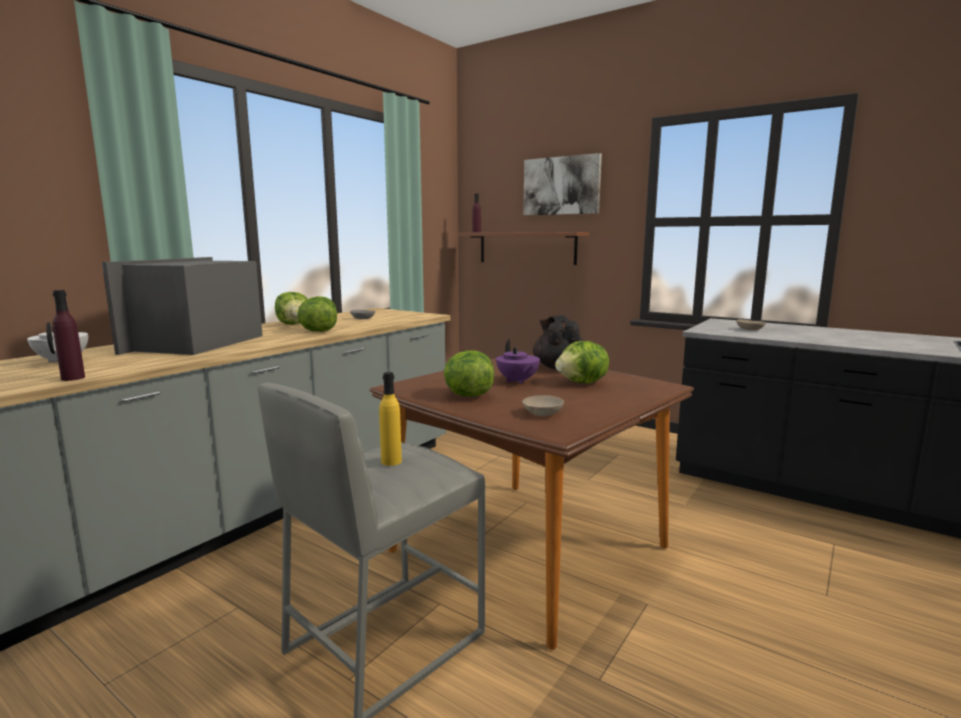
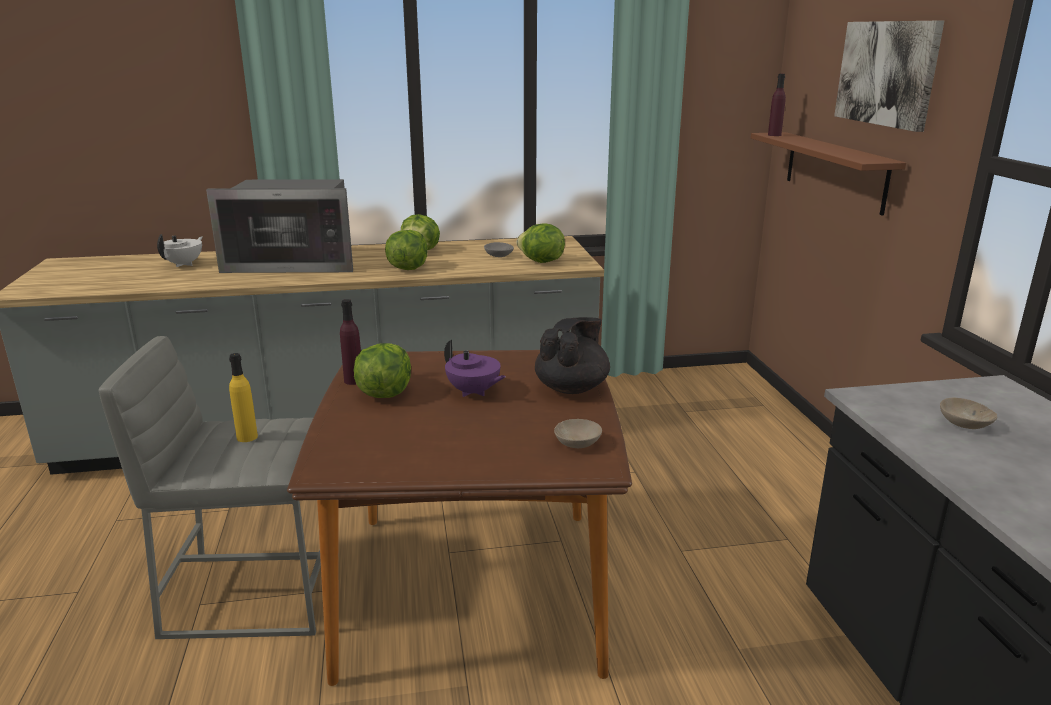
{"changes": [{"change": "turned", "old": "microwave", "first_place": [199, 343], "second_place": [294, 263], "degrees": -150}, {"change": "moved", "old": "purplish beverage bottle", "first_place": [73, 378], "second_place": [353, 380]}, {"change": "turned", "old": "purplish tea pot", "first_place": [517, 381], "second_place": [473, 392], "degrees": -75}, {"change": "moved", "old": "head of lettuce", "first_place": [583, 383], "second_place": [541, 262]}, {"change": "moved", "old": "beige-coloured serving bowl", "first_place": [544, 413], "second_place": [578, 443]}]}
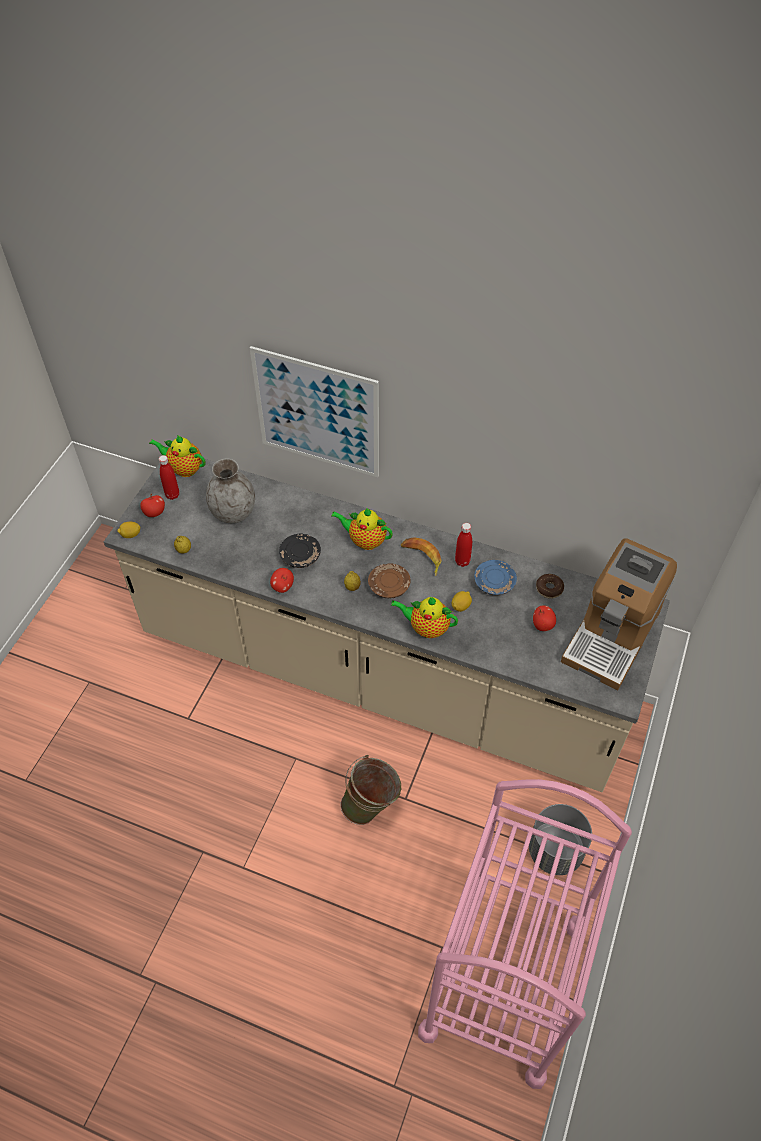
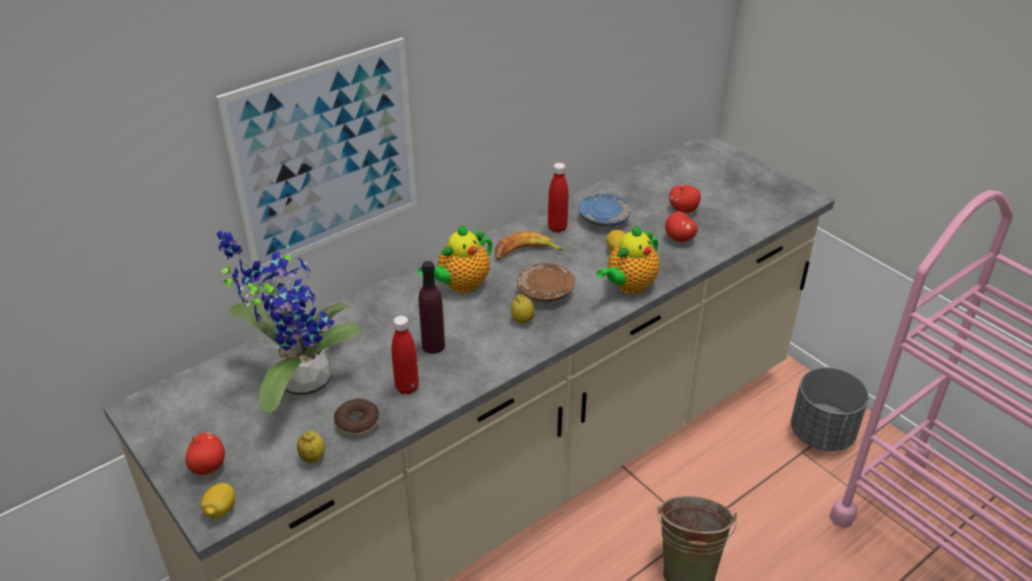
{"changes": [{"change": "replaced", "old": "gray vase", "new": "houseplant", "first_place": [233, 512], "second_place": [298, 381]}, {"change": "moved", "old": "donut", "first_place": [549, 589], "second_place": [357, 422]}, {"change": "moved", "old": "red beverage bottle", "first_place": [172, 495], "second_place": [407, 387]}, {"change": "replaced", "old": "black-coloured plate", "new": "purplish beverage bottle", "first_place": [300, 555], "second_place": [433, 346]}, {"change": "moved", "old": "whole apple", "first_place": [282, 586], "second_place": [679, 239]}, {"change": "removed", "old": "tea pot", "first_place": [183, 468]}, {"change": "removed", "old": "coffee brewer", "first_place": [612, 635]}]}
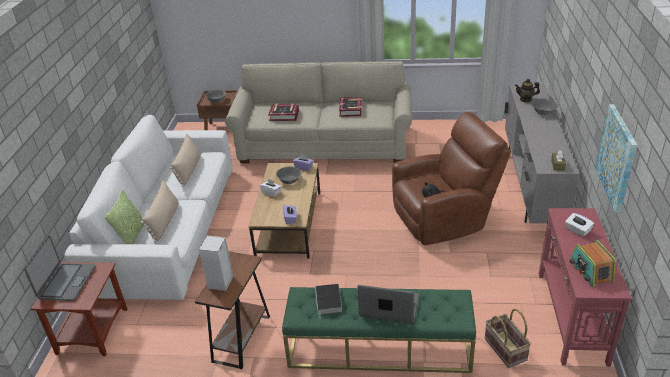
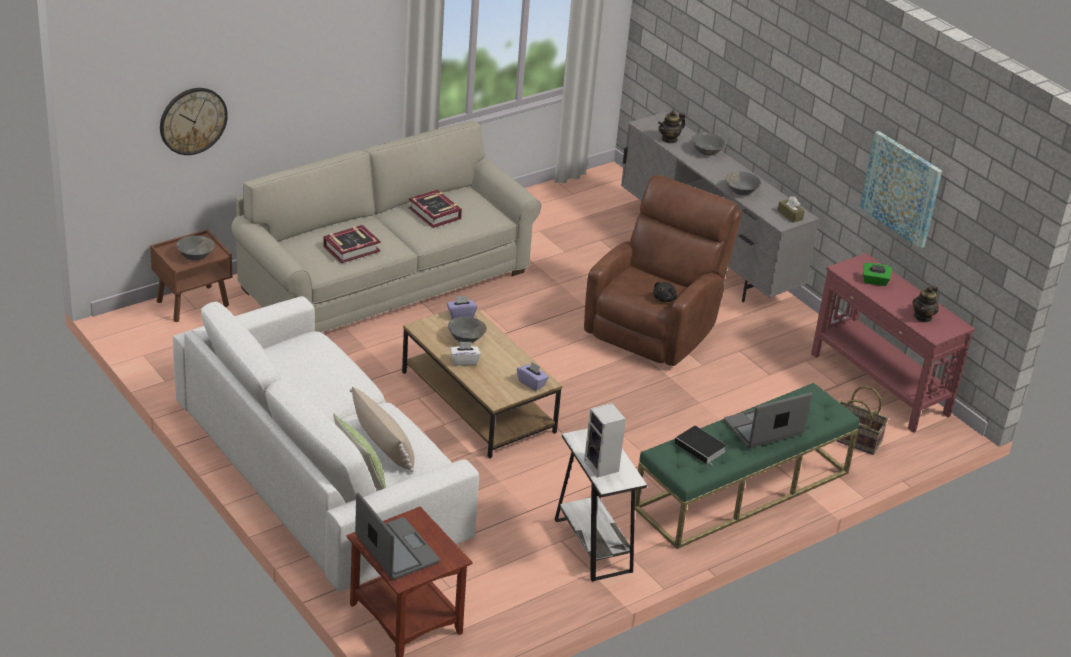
{"changes": [{"change": "added", "new": "hanging clock", "second_place": [193, 120]}, {"change": "recoloured", "old": "brown-coloured side table", "new": "white-coloured side table", "first_place": [241, 338], "second_place": [593, 545]}, {"change": "added", "new": "gray serving bowl", "second_place": [741, 191]}, {"change": "recoloured", "old": "white-coloured box of tissues", "new": "green box of tissues", "first_place": [577, 230], "second_place": [875, 281]}, {"change": "replaced", "old": "radio set", "new": "tea pot", "first_place": [590, 271], "second_place": [923, 317]}, {"change": "removed", "old": "beige-coloured cushion", "first_place": [189, 170]}]}
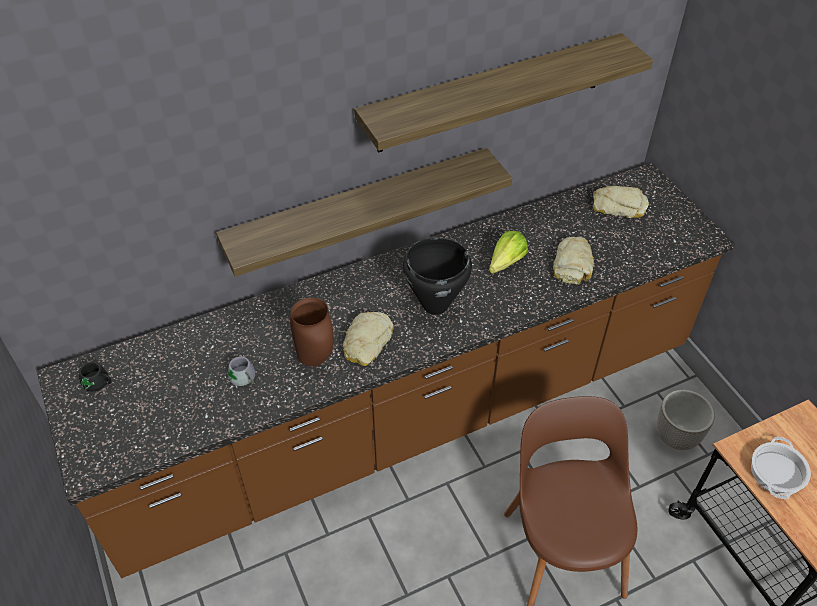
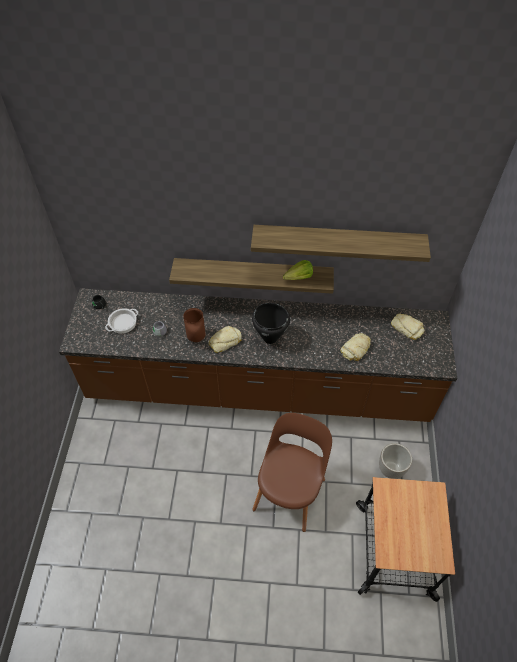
{"changes": [{"change": "moved", "old": "saucepot", "first_place": [776, 472], "second_place": [123, 323]}, {"change": "moved", "old": "head of lettuce", "first_place": [502, 265], "second_place": [296, 278]}]}
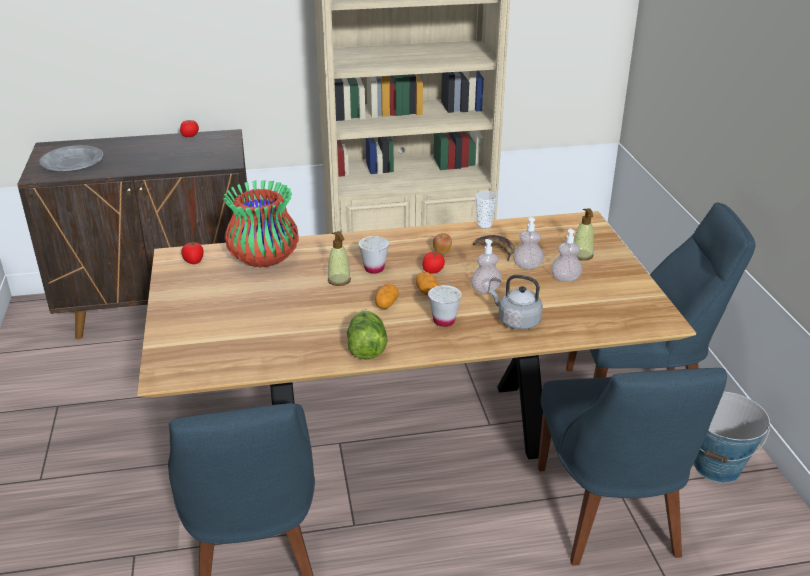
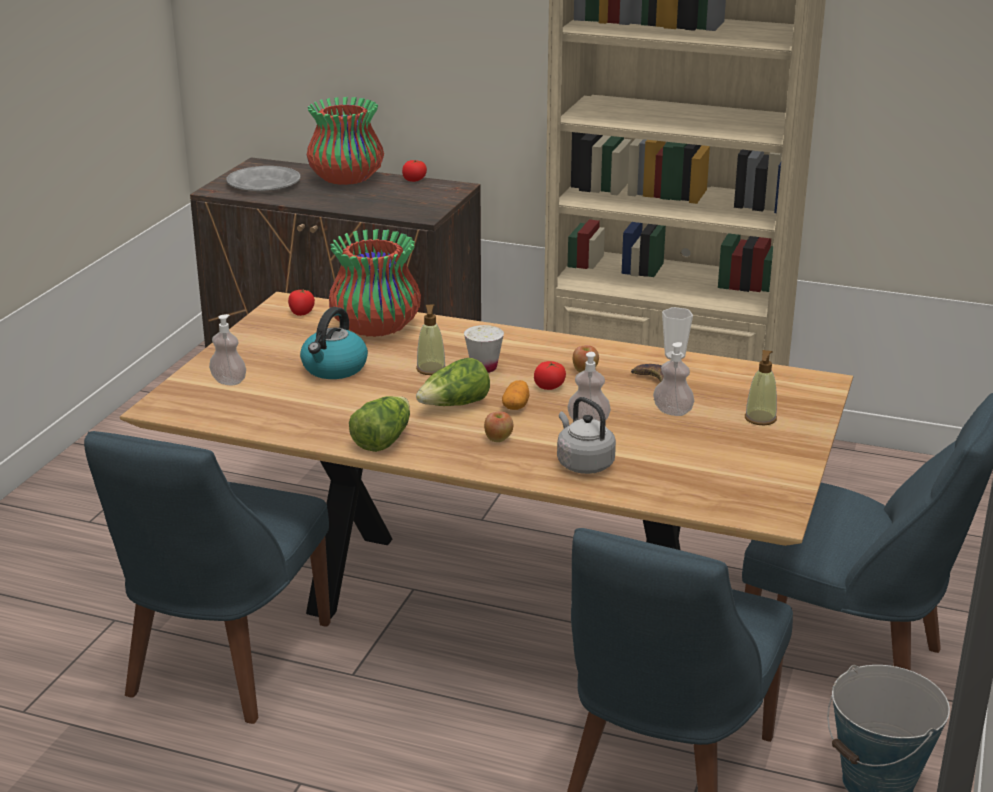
{"changes": [{"change": "moved", "old": "soap dispenser", "first_place": [565, 278], "second_place": [229, 381]}, {"change": "added", "new": "water kettle", "second_place": [334, 368]}, {"change": "added", "new": "vase", "second_place": [346, 179]}, {"change": "replaced", "old": "whole potato", "new": "head of lettuce", "first_place": [386, 304], "second_place": [455, 405]}, {"change": "replaced", "old": "white-coloured cup", "new": "whole apple", "first_place": [444, 321], "second_place": [498, 439]}]}
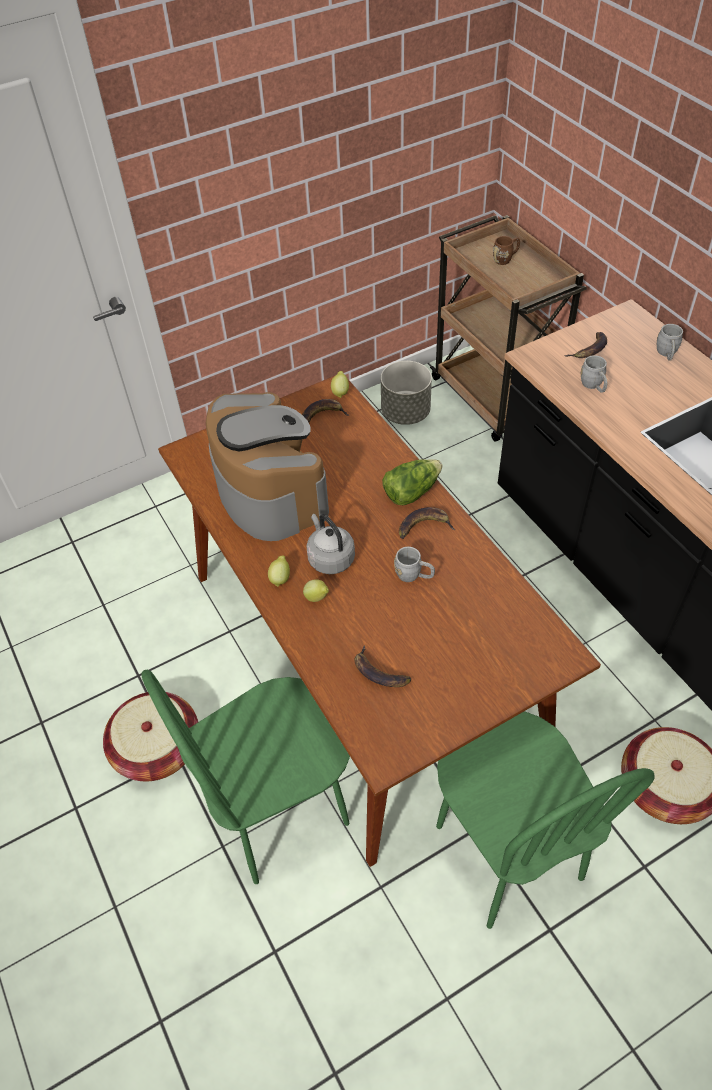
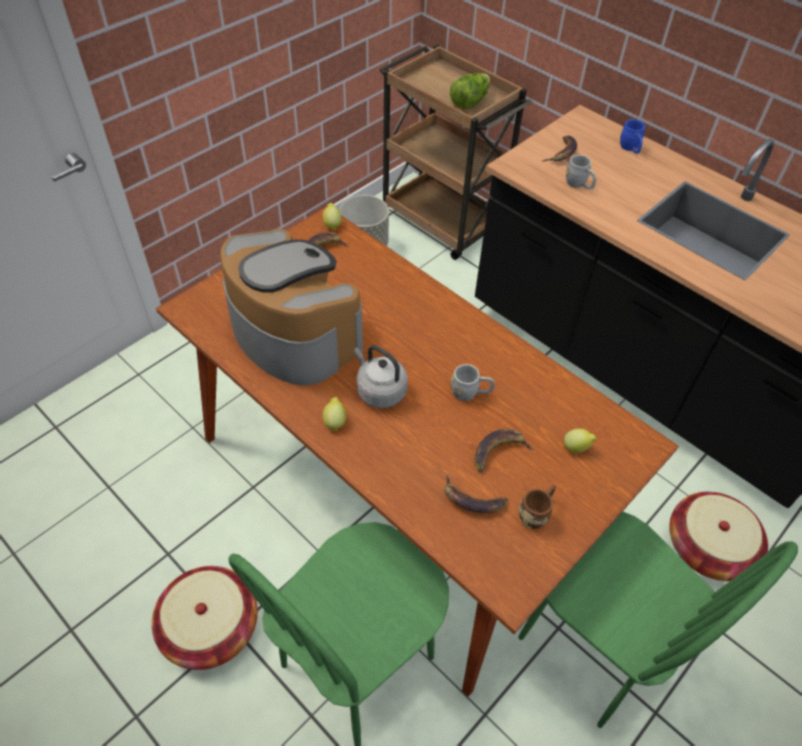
{"changes": [{"change": "moved", "old": "head of lettuce", "first_place": [411, 491], "second_place": [469, 101]}, {"change": "moved", "old": "banana", "first_place": [424, 526], "second_place": [498, 451]}, {"change": "moved", "old": "brown-coloured mug", "first_place": [506, 259], "second_place": [536, 513]}, {"change": "moved", "old": "citrus fruit", "first_place": [317, 598], "second_place": [576, 448]}, {"change": "recoloured", "old": "gray mug", "new": "blue-coloured mug", "first_place": [666, 354], "second_place": [630, 149]}]}
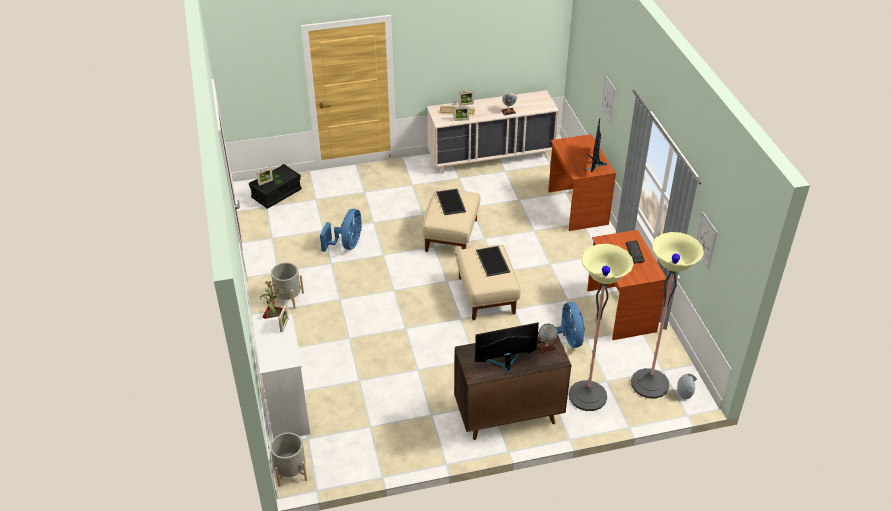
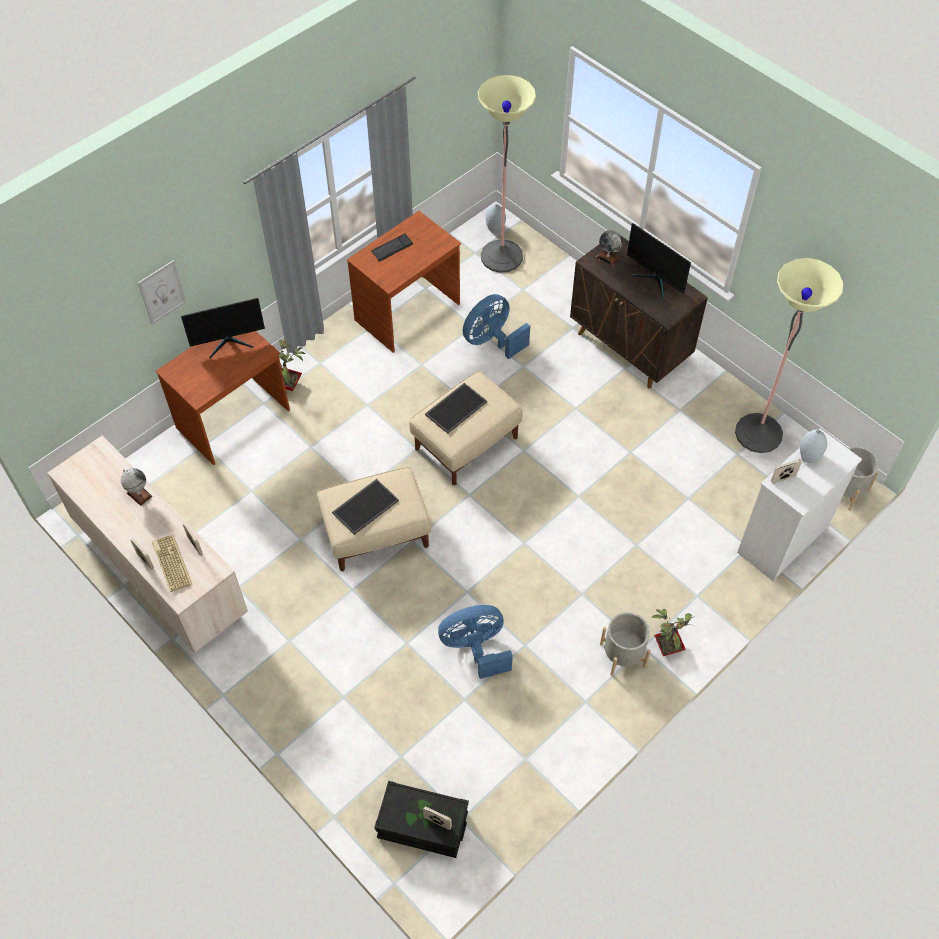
{"changes": [{"change": "added", "new": "houseplant", "second_place": [290, 385]}, {"change": "moved", "old": "standard lamp", "first_place": [587, 396], "second_place": [758, 433]}, {"change": "added", "new": "gray vase", "second_place": [808, 456]}, {"change": "removed", "old": "wall picture", "first_place": [706, 240]}]}
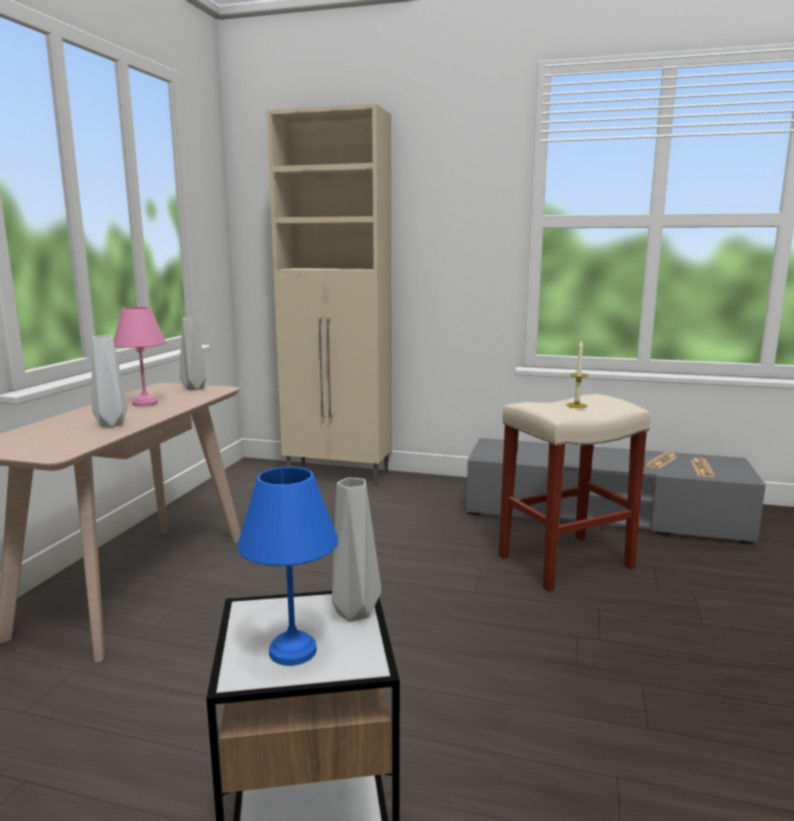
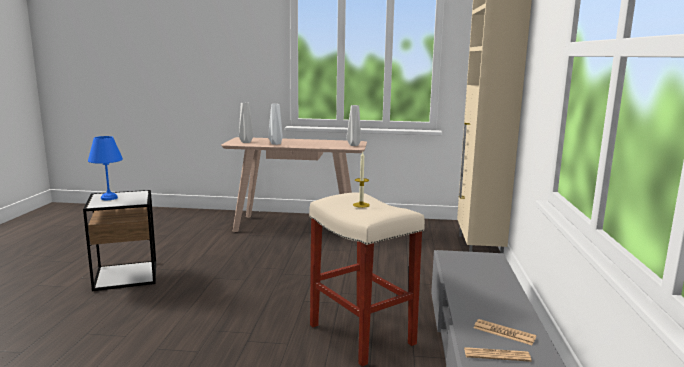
{"changes": [{"change": "moved", "old": "gray vase", "first_place": [352, 614], "second_place": [245, 142]}, {"change": "removed", "old": "pink-coloured tabletop lamp", "first_place": [144, 404]}]}
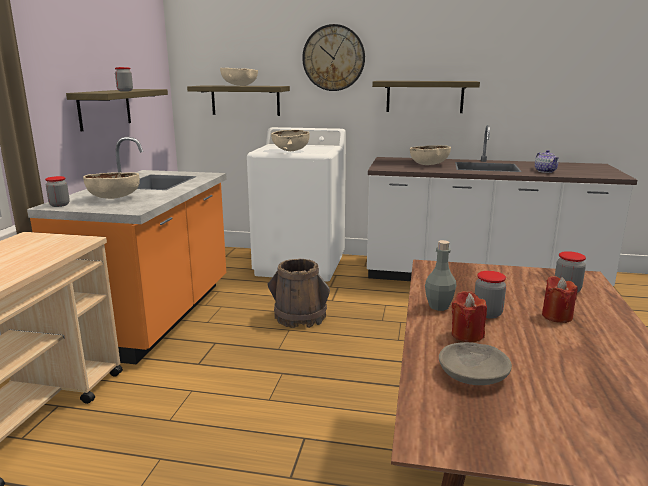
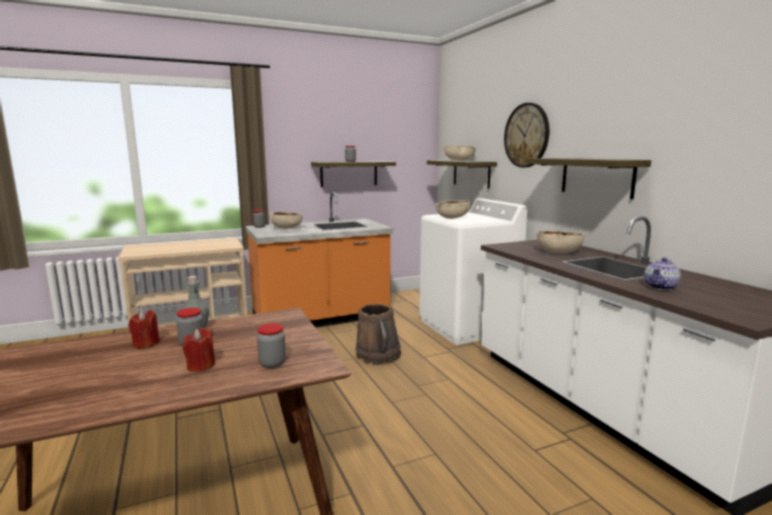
{"changes": [{"change": "removed", "old": "gray serving bowl", "first_place": [473, 373]}]}
